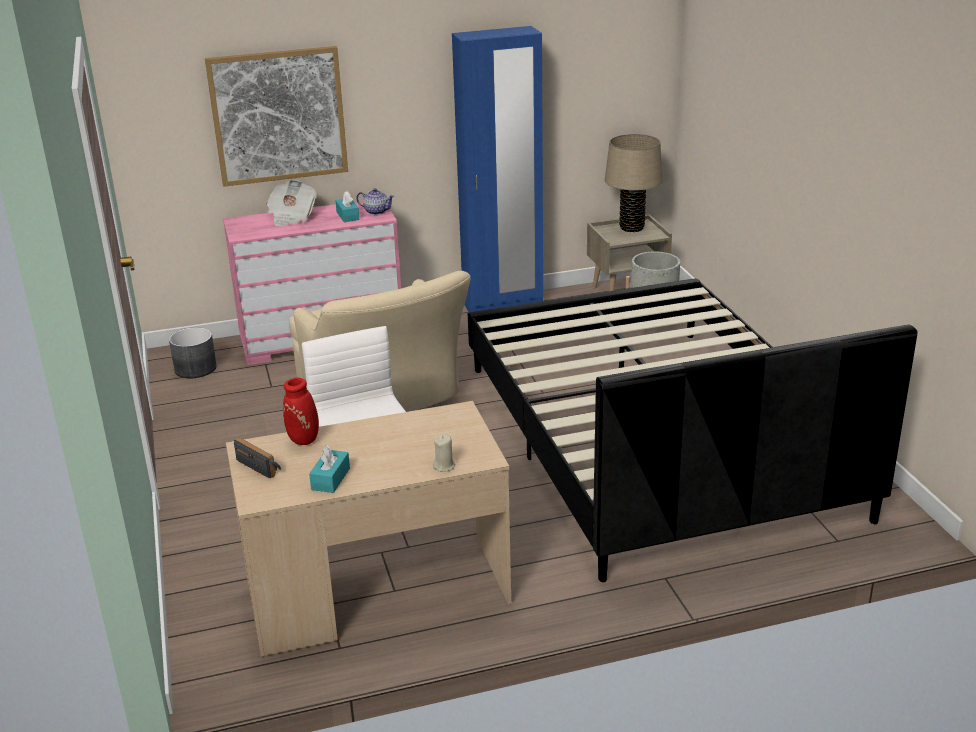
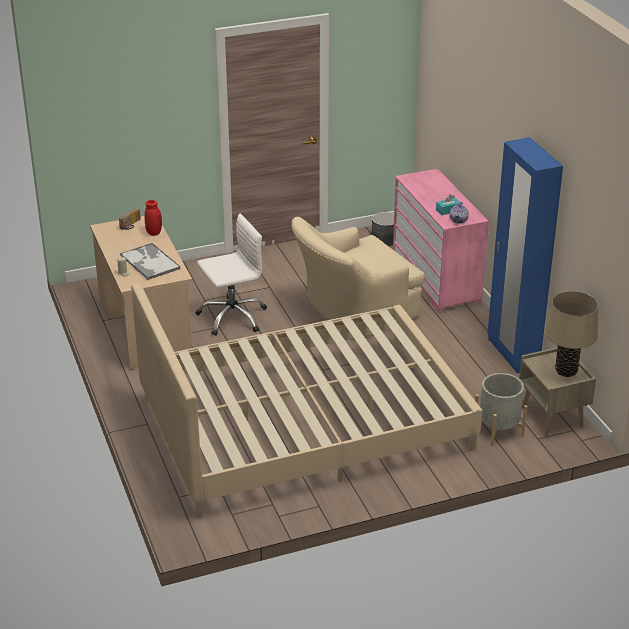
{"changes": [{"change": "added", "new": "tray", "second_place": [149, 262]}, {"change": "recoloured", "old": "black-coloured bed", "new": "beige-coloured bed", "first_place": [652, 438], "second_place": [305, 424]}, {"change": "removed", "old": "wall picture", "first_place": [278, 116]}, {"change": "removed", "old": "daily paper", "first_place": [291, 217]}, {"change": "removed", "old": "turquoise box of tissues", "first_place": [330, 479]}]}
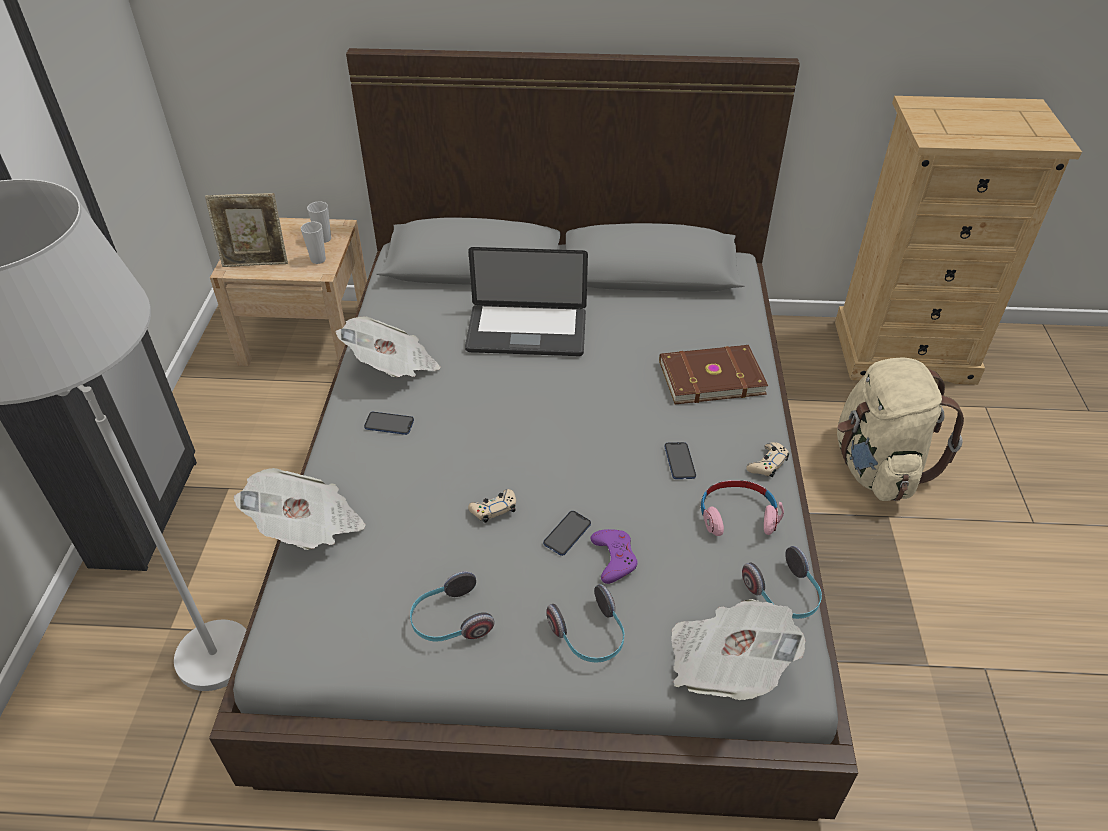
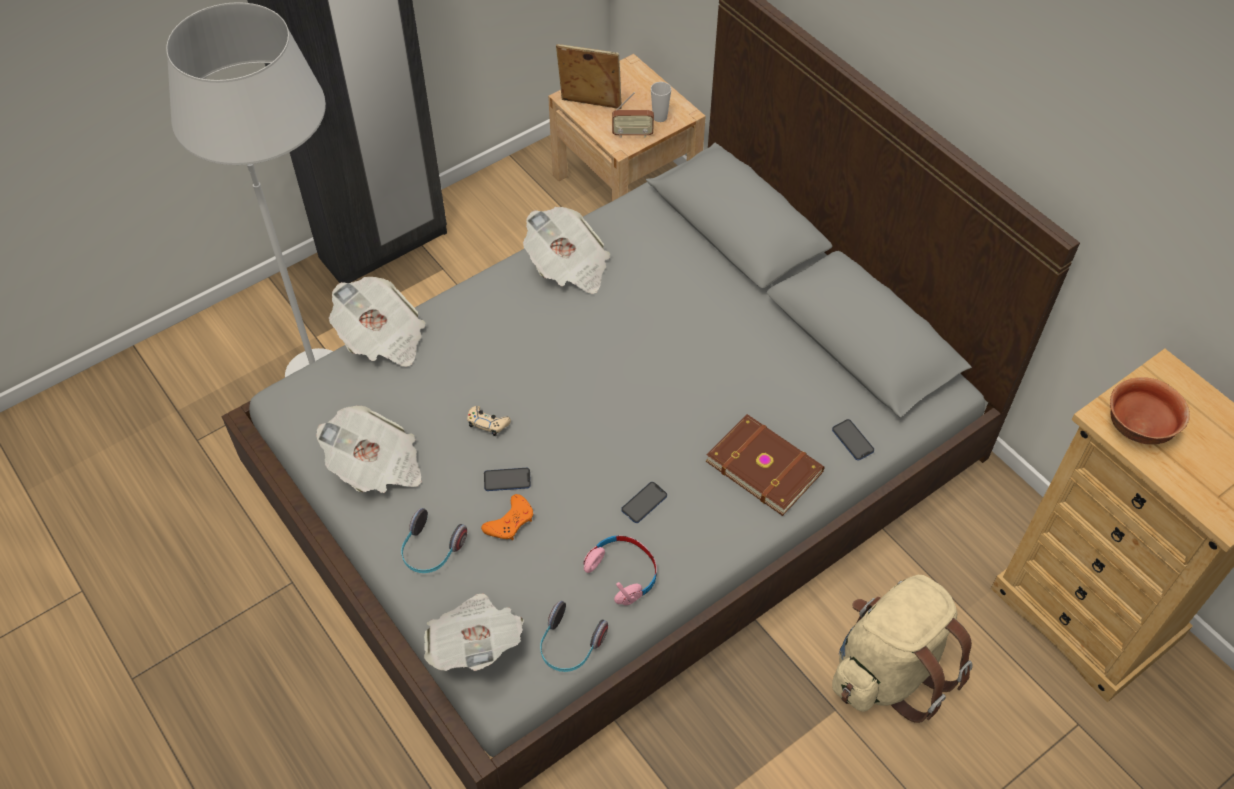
{"changes": [{"change": "replaced", "old": "pair of headphones", "new": "daily paper", "first_place": [449, 621], "second_place": [376, 466]}, {"change": "recoloured", "old": "purplish game controller", "new": "orange game controller", "first_place": [614, 558], "second_place": [510, 522]}, {"change": "turned", "old": "photo frame", "first_place": [256, 263], "second_place": [590, 105], "degrees": 150}, {"change": "replaced", "old": "cup", "new": "radio set", "first_place": [318, 260], "second_place": [632, 134]}, {"change": "moved", "old": "handset", "first_place": [389, 424], "second_place": [852, 440]}, {"change": "added", "new": "serving bowl", "second_place": [1138, 428]}, {"change": "removed", "old": "portable computer", "first_place": [526, 332]}, {"change": "removed", "old": "beige-coloured game controller", "first_place": [767, 464]}]}
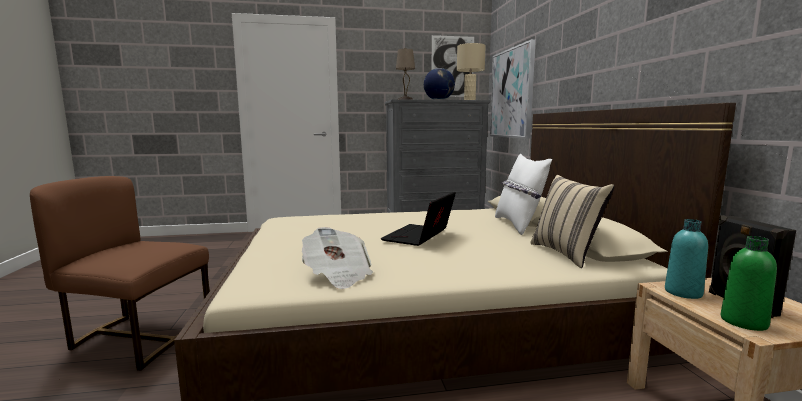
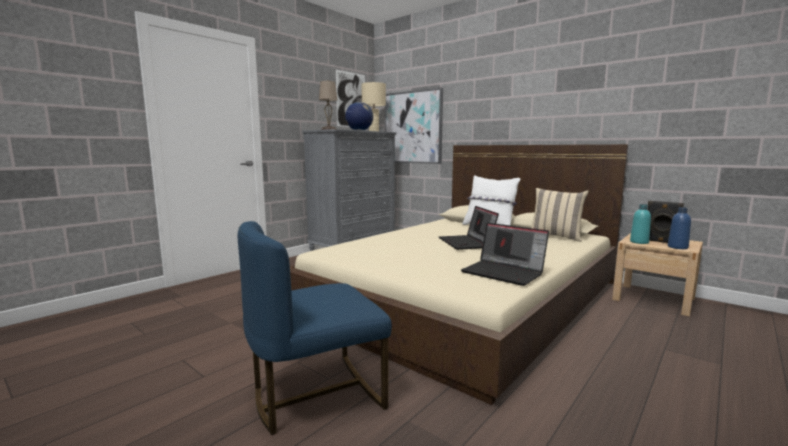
{"changes": [{"change": "recoloured", "old": "brown-coloured upright chair", "new": "blue-coloured upright chair", "first_place": [138, 337], "second_place": [316, 395]}, {"change": "replaced", "old": "daily paper", "new": "portable computer", "first_place": [337, 275], "second_place": [504, 272]}, {"change": "recoloured", "old": "green beverage bottle", "new": "blue-coloured beverage bottle", "first_place": [743, 322], "second_place": [677, 247]}]}
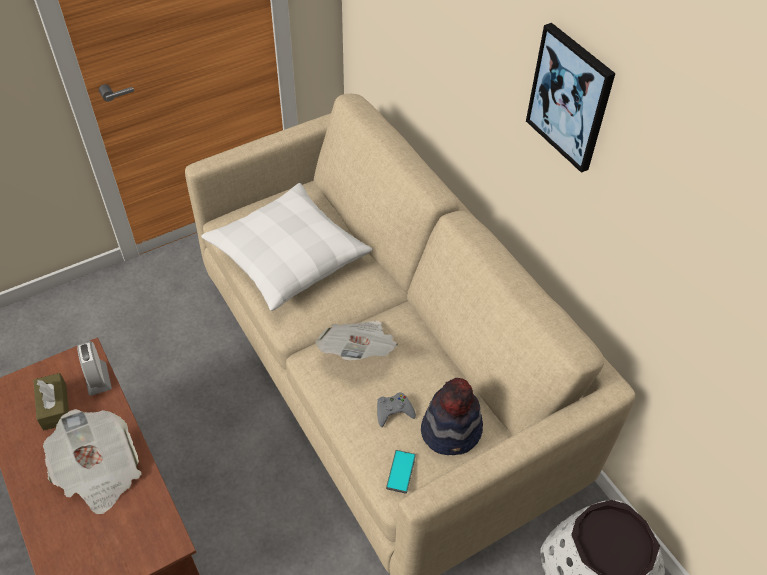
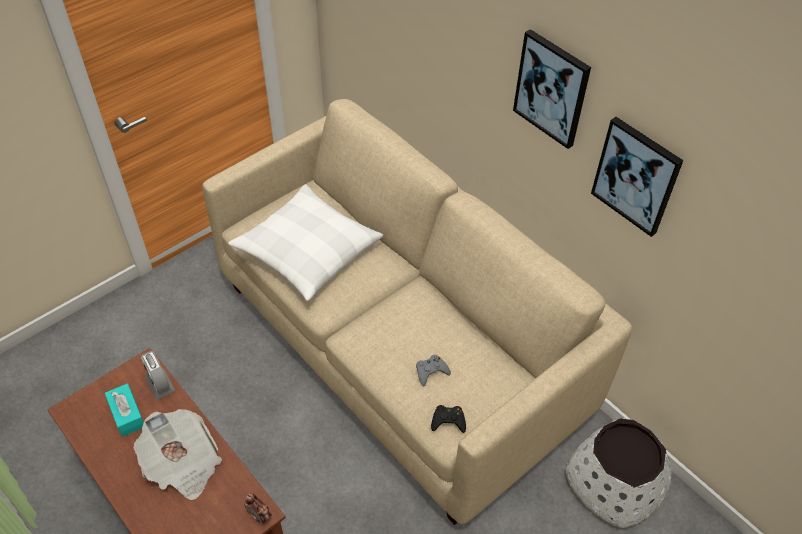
{"changes": [{"change": "recoloured", "old": "brown-coloured box of tissues", "new": "turquoise box of tissues", "first_place": [54, 407], "second_place": [127, 414]}, {"change": "added", "new": "alarm clock", "second_place": [260, 516]}, {"change": "replaced", "old": "handset", "new": "black-coloured game controller", "first_place": [401, 472], "second_place": [448, 421]}, {"change": "added", "new": "wall picture", "second_place": [636, 176]}, {"change": "removed", "old": "daily paper", "first_place": [358, 351]}, {"change": "removed", "old": "hat", "first_place": [452, 430]}]}
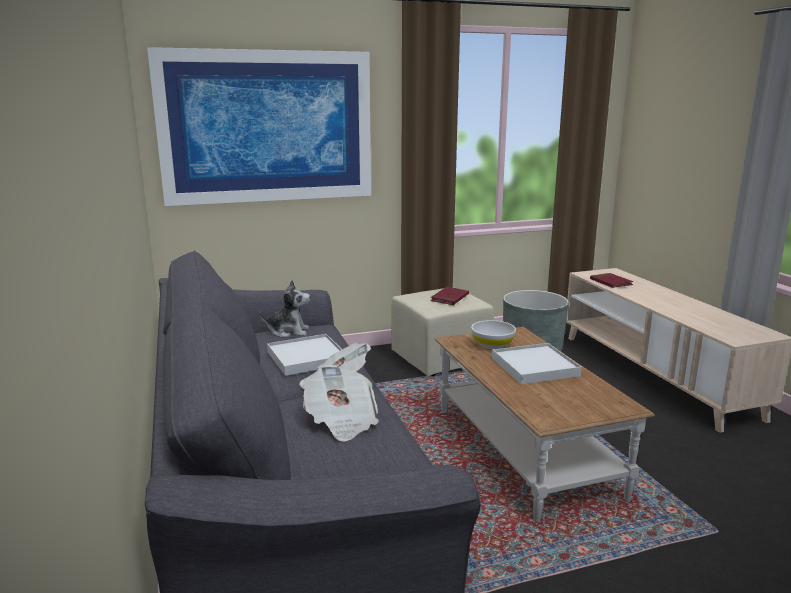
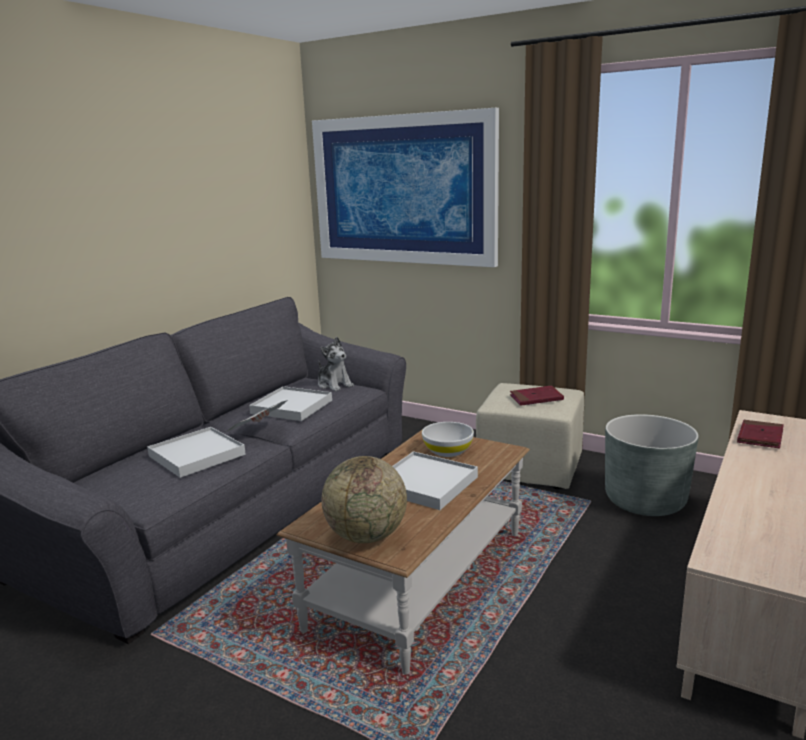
{"changes": [{"change": "replaced", "old": "daily paper", "new": "white-coloured tray", "first_place": [341, 421], "second_place": [196, 455]}, {"change": "added", "new": "globe", "second_place": [366, 536]}]}
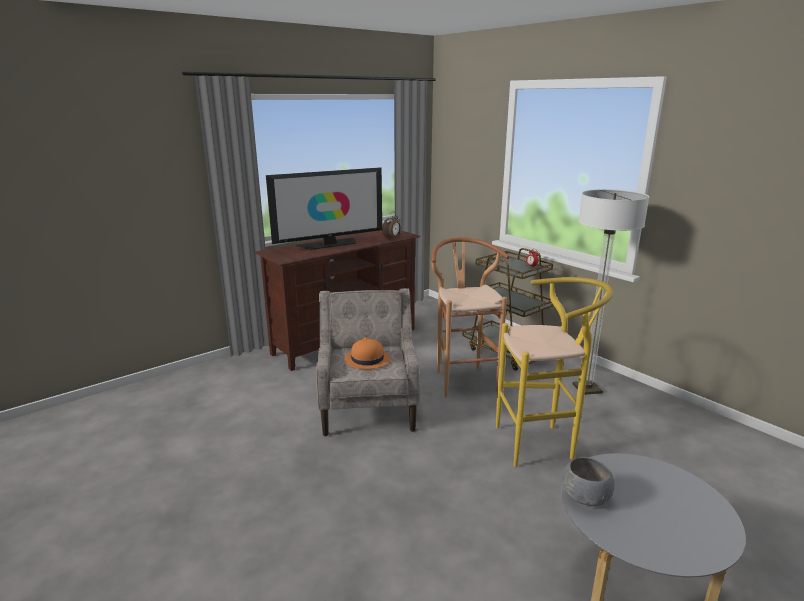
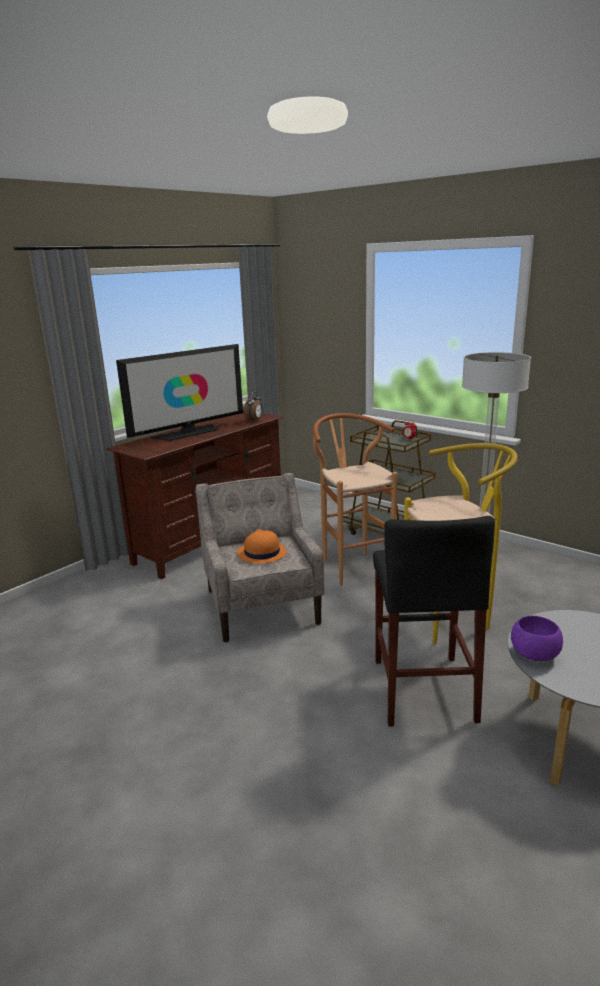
{"changes": [{"change": "added", "new": "black-coloured sitting stool", "second_place": [423, 689]}, {"change": "recoloured", "old": "gray serving bowl", "new": "purplish serving bowl", "first_place": [586, 497], "second_place": [535, 654]}]}
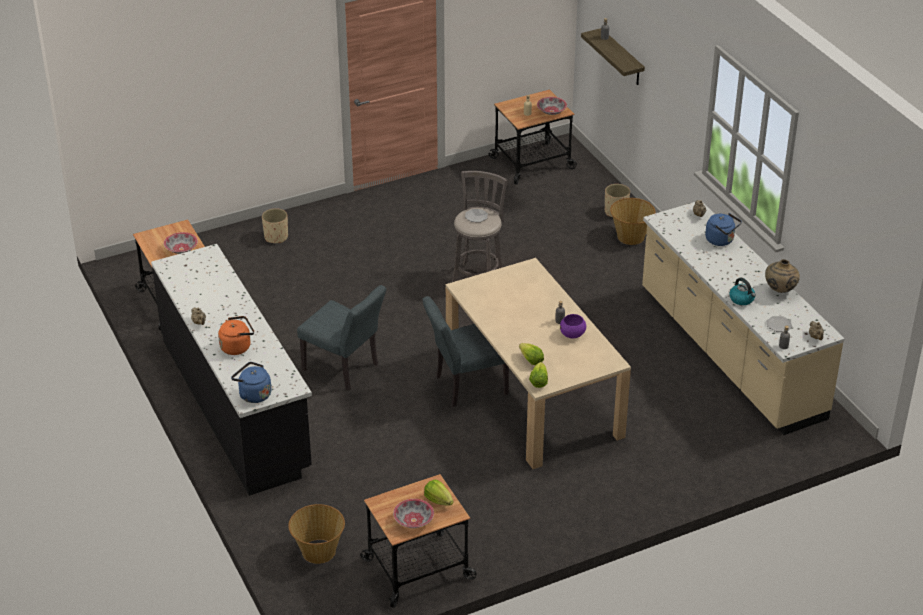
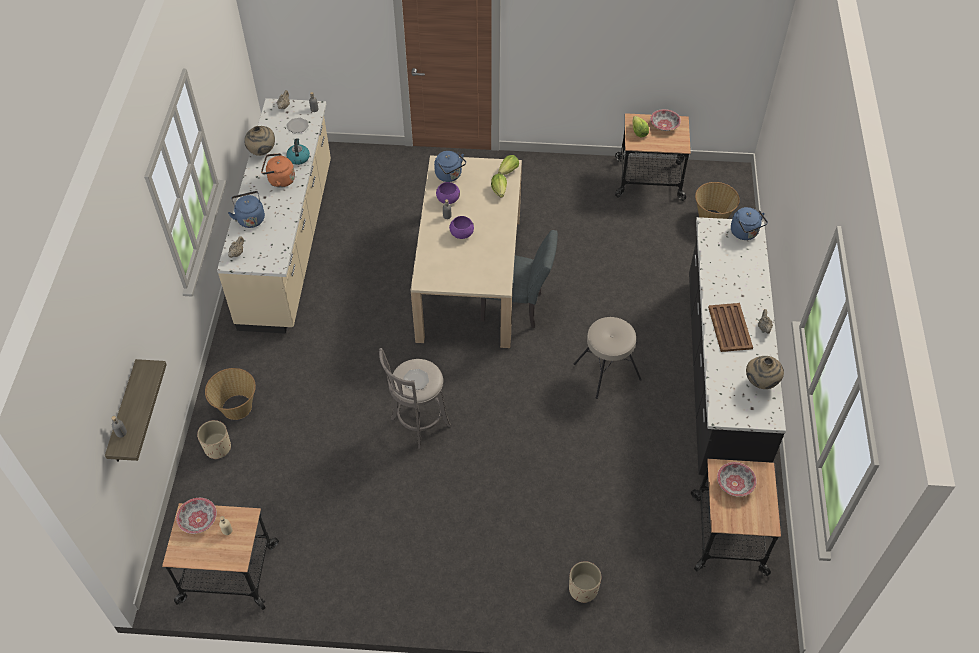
{"changes": [{"change": "moved", "old": "orange water kettle", "first_place": [237, 346], "second_place": [279, 180]}, {"change": "added", "new": "blue-coloured water kettle", "second_place": [450, 175]}, {"change": "added", "new": "purplish serving bowl", "second_place": [462, 234]}, {"change": "replaced", "old": "gray upright chair", "new": "beige-coloured sitting stool", "first_place": [345, 369], "second_place": [606, 371]}, {"change": "added", "new": "brown-coloured tray", "second_place": [730, 328]}, {"change": "added", "new": "beige-coloured vase", "second_place": [760, 383]}]}
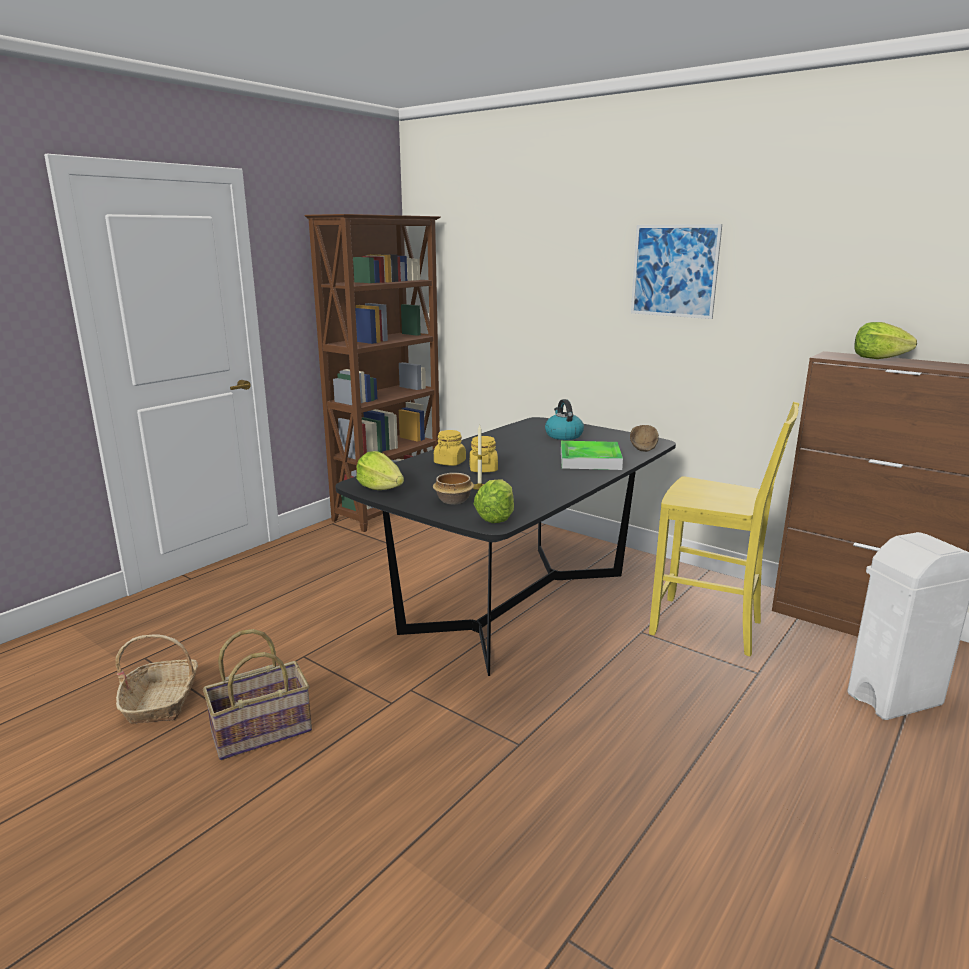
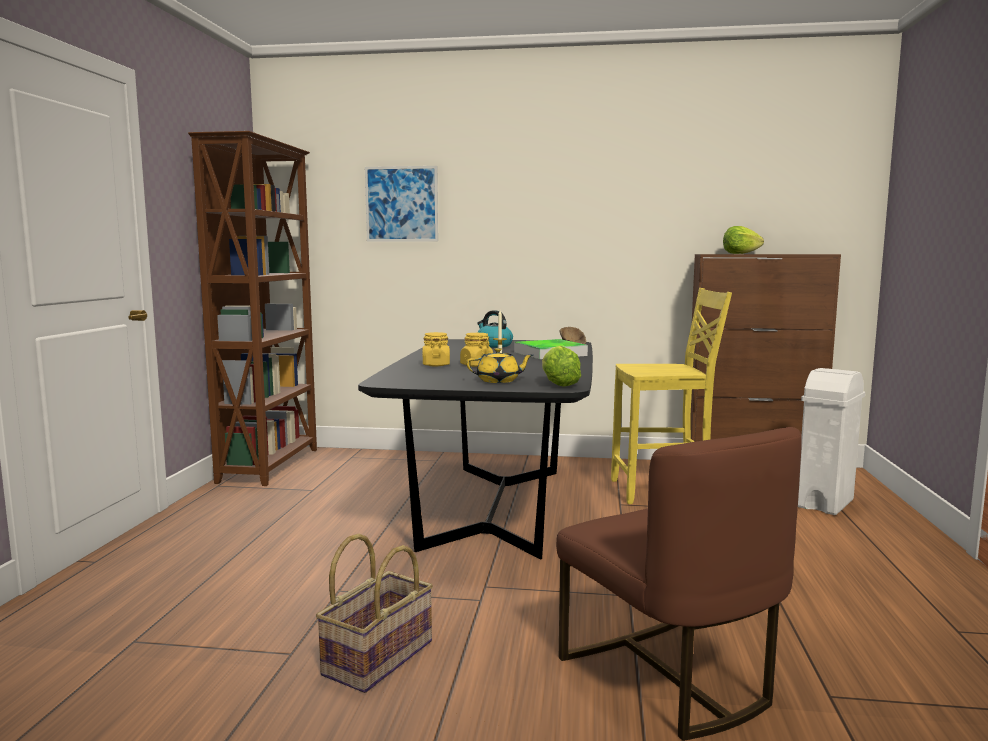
{"changes": [{"change": "moved", "old": "wall picture", "first_place": [674, 271], "second_place": [401, 204]}, {"change": "replaced", "old": "serving bowl", "new": "yellowish tea pot", "first_place": [454, 500], "second_place": [499, 381]}, {"change": "added", "new": "brown-coloured upright chair", "second_place": [669, 678]}, {"change": "removed", "old": "storage basket", "first_place": [162, 700]}, {"change": "removed", "old": "head of lettuce", "first_place": [380, 488]}]}
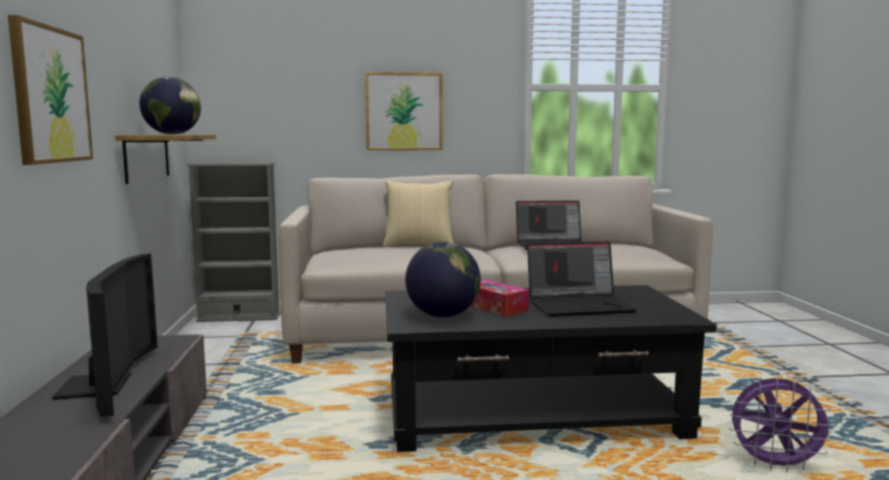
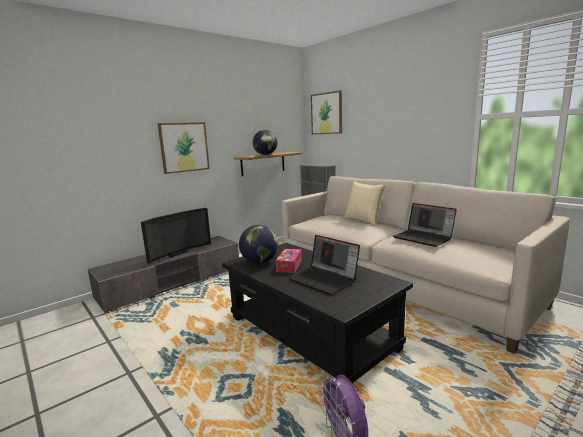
{"changes": [{"change": "moved", "old": "wall picture", "first_place": [404, 111], "second_place": [326, 113]}]}
